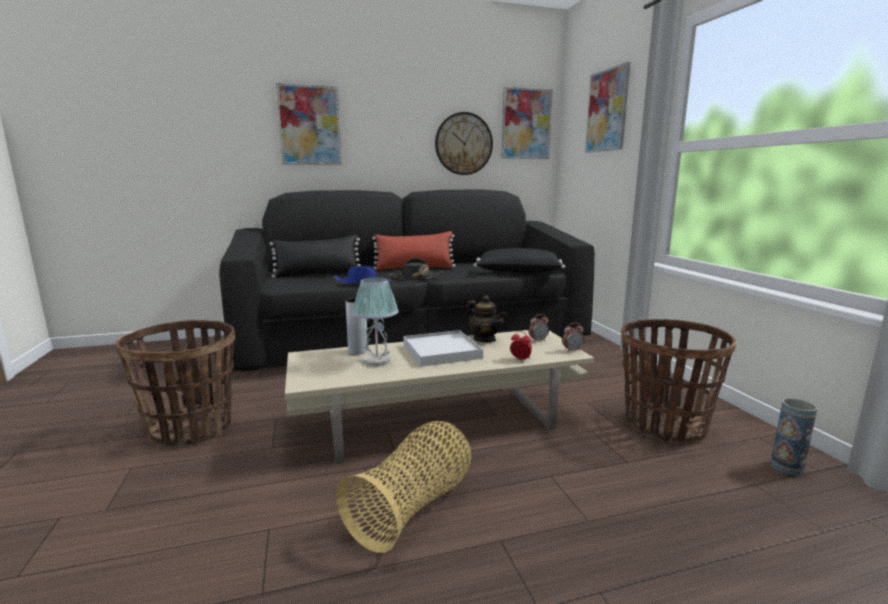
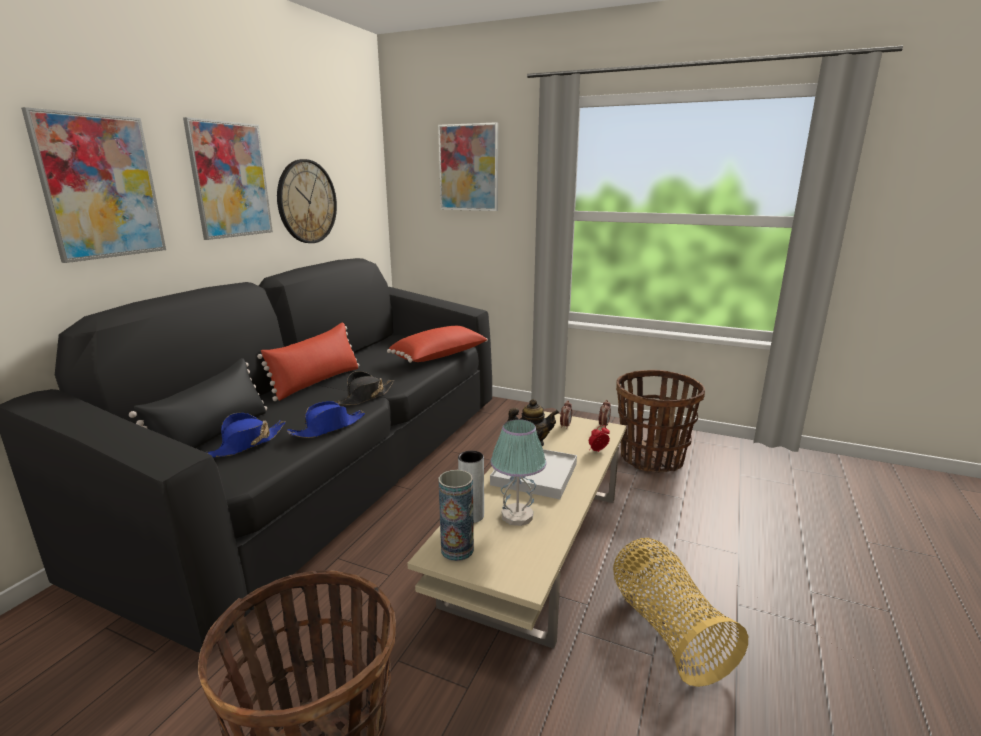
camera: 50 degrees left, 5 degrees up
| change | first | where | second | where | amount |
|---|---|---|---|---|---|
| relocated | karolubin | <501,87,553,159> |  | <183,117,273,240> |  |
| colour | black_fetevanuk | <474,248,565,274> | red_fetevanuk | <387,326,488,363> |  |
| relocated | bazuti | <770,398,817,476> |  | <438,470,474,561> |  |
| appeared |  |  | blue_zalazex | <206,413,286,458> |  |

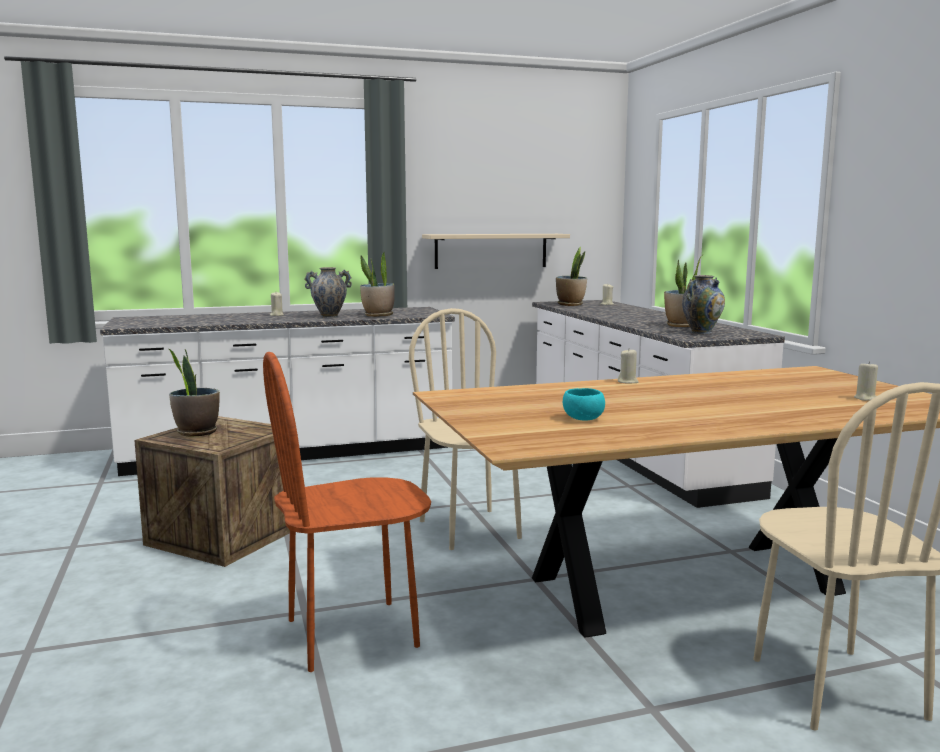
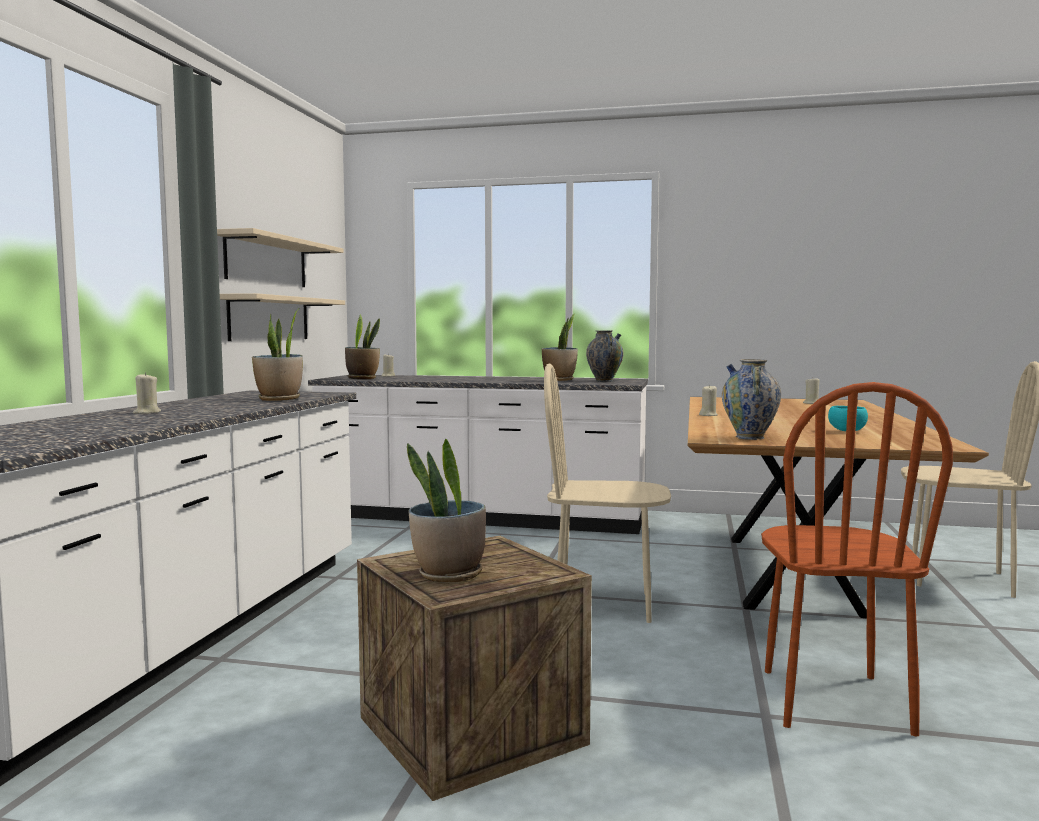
camera: 60 degrees left, 5 degrees down
| change | first | where | second | where | amount |
|---|---|---|---|---|---|
| relocated | bazuti | <304,267,352,318> |  | <722,359,781,440> |  |
| appeared |  |  | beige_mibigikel | <217,228,343,287> |  |

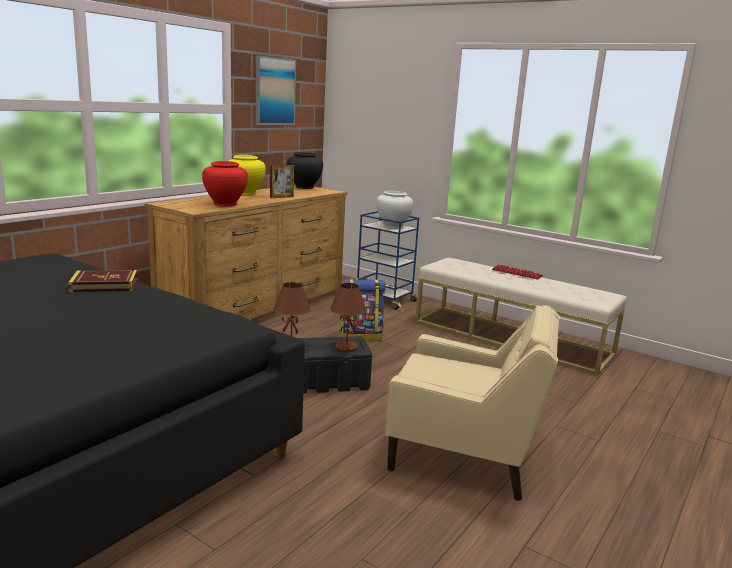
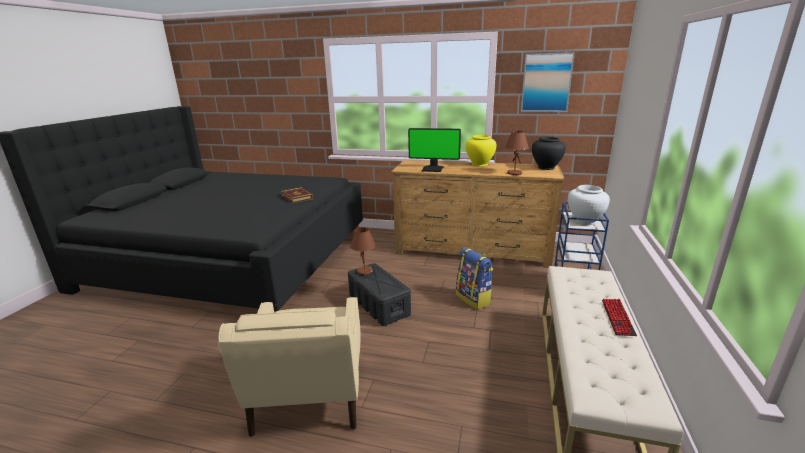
camera: 70 degrees right, 5 degrees up
| change | first | where | second | where | amount |
|---|---|---|---|---|---|
| exchanged | red_bazuti | <202,161,248,207> | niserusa | <408,128,461,172> |  |
| missing | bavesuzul | <270,165,294,198> |  |  |  |
| relocated | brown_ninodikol | <330,283,367,352> |  | <505,131,529,175> |  |

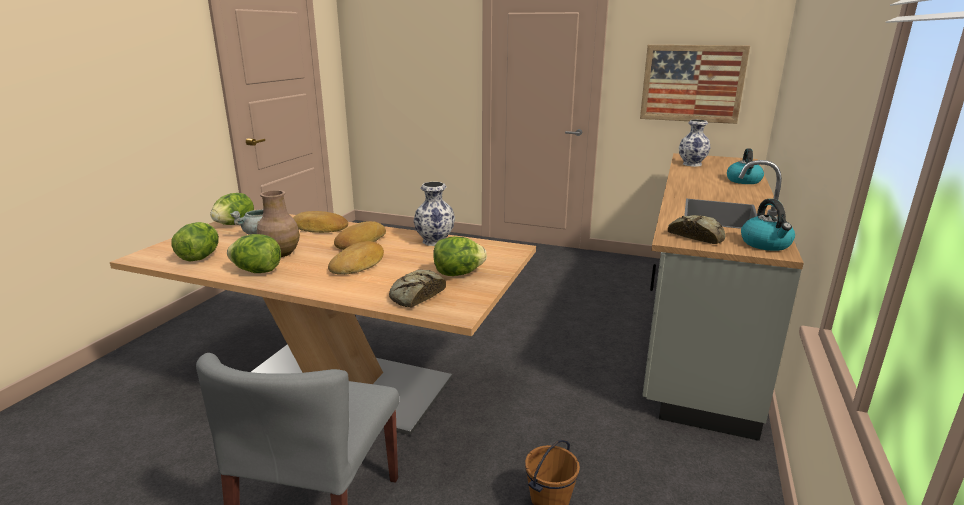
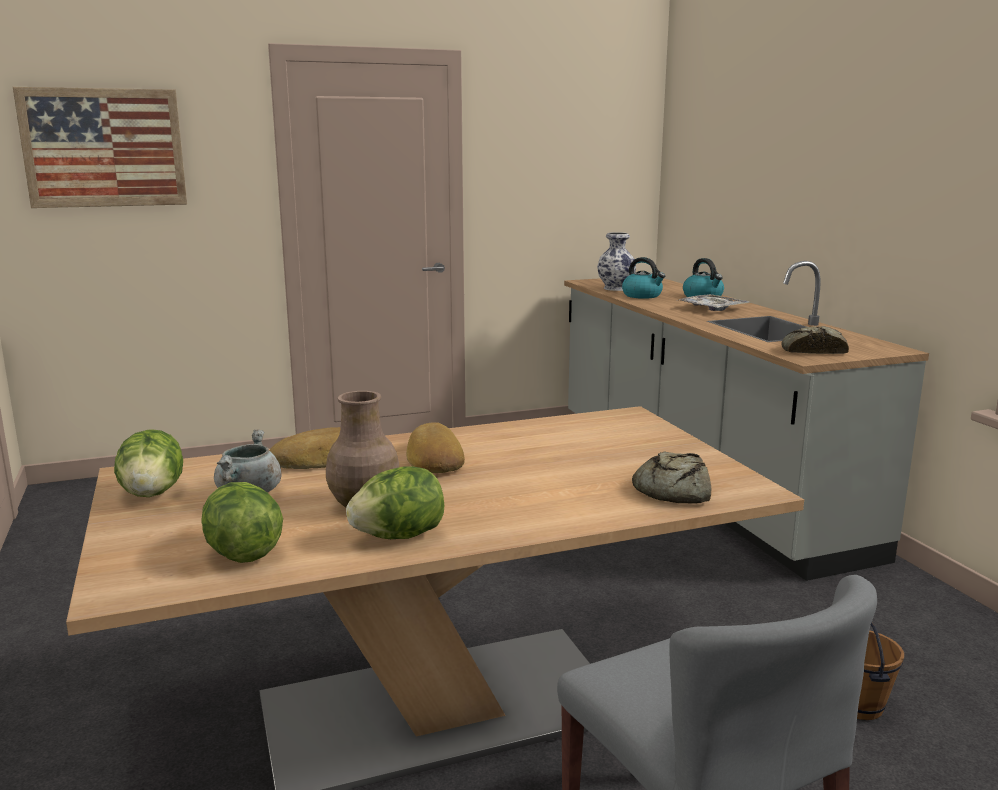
camera: 40 degrees left, 5 degrees down
| change | first | where | second | where | amount |
|---|---|---|---|---|---|
| relocated | karolubin | <640,45,750,124> |  | <13,87,187,208> |  |
| missing | bazuti | <414,182,455,246> |  |  |  |
| relocated | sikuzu | <741,199,795,251> |  | <622,257,665,299> |  |
| missing | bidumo | <433,236,487,276> |  |  |  |
| missing | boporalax | <328,241,384,275> |  |  |  |
| appeared |  |  | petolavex | <679,294,750,311> |  |

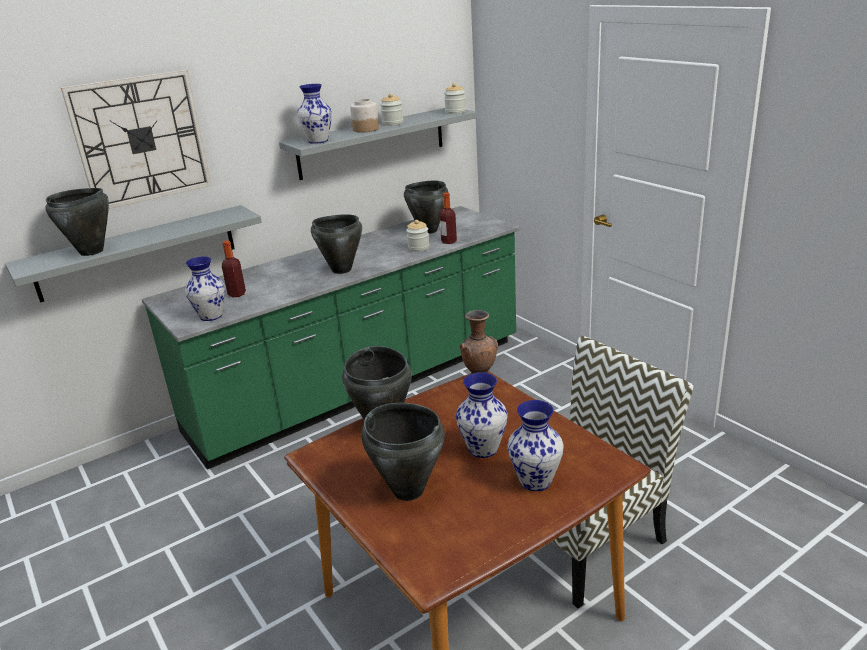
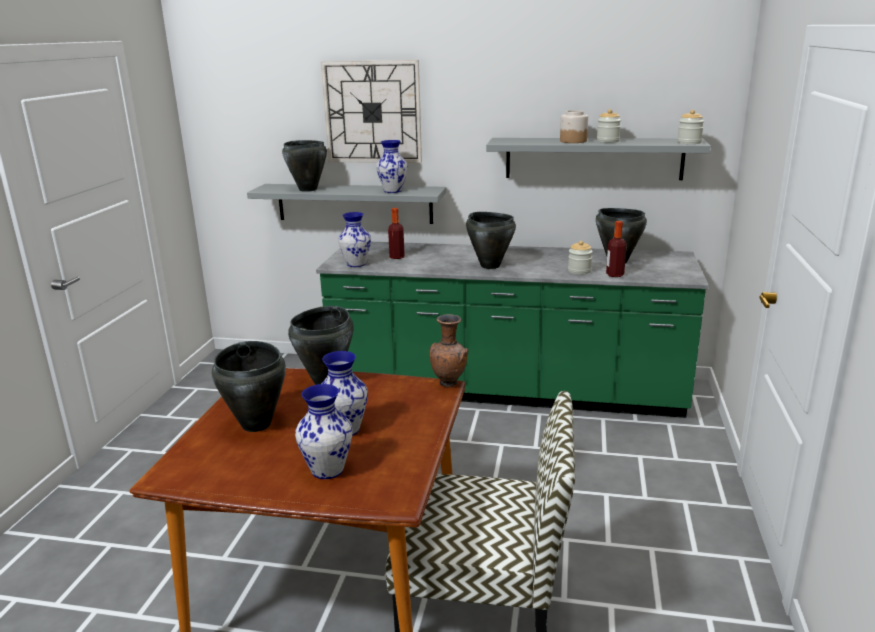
camera: 45 degrees right, 5 degrees down
| change | first | where | second | where | amount |
|---|---|---|---|---|---|
| relocated | bazuti | <297,84,332,144> |  | <376,140,407,193> |  |

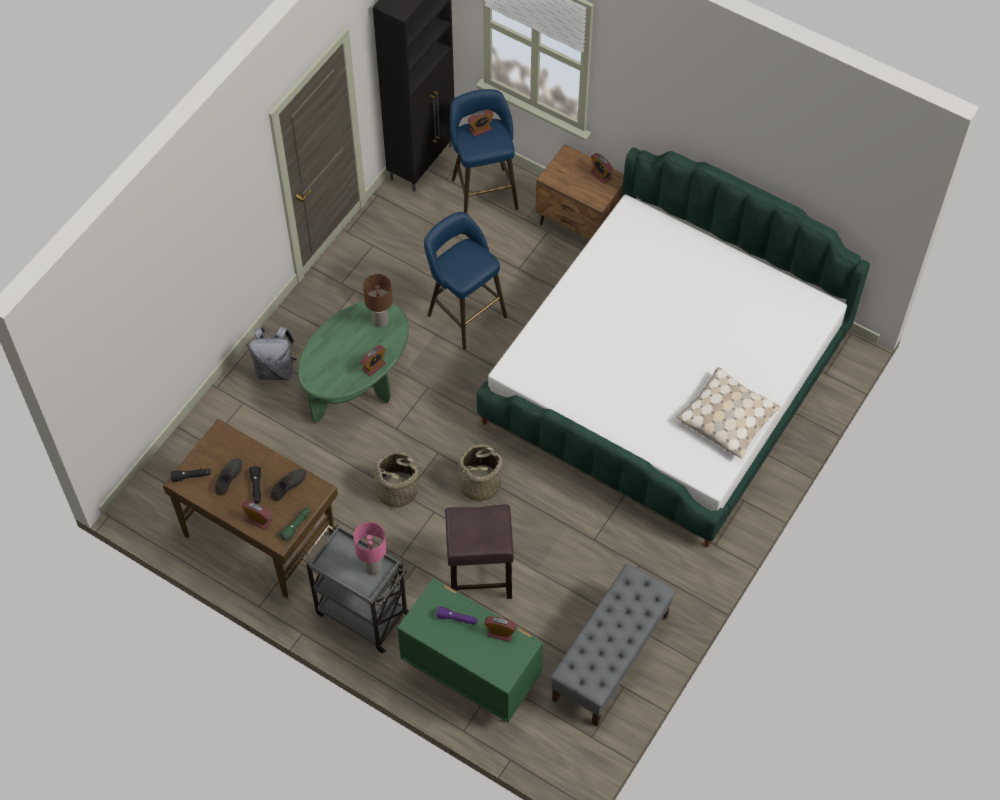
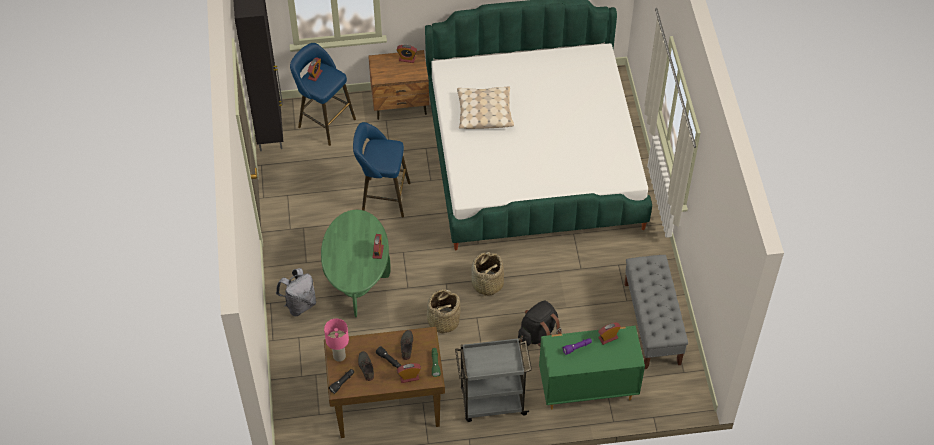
camera: 40 degrees left, 5 degrees down
| change | first | where | second | where | amount |
|---|---|---|---|---|---|
| missing | brown_ninodikol | <363,274,393,328> |  |  |  |
| relocated | beige_fetevanuk | <676,367,780,458> |  | <457,86,514,129> |  |
| exchanged | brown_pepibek | <445,504,514,599> | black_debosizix | <518,301,562,346> |  |
| relocated | pink_ninodikol | <353,522,386,575> |  | <324,319,349,362> |  |

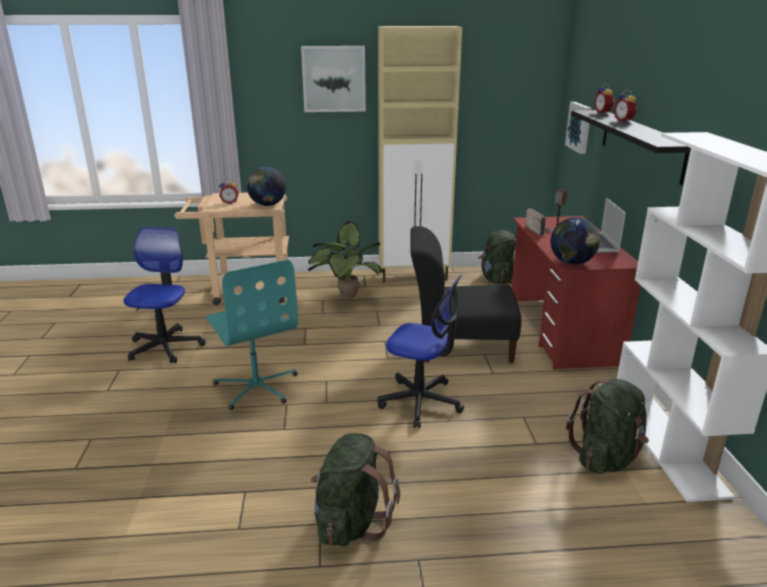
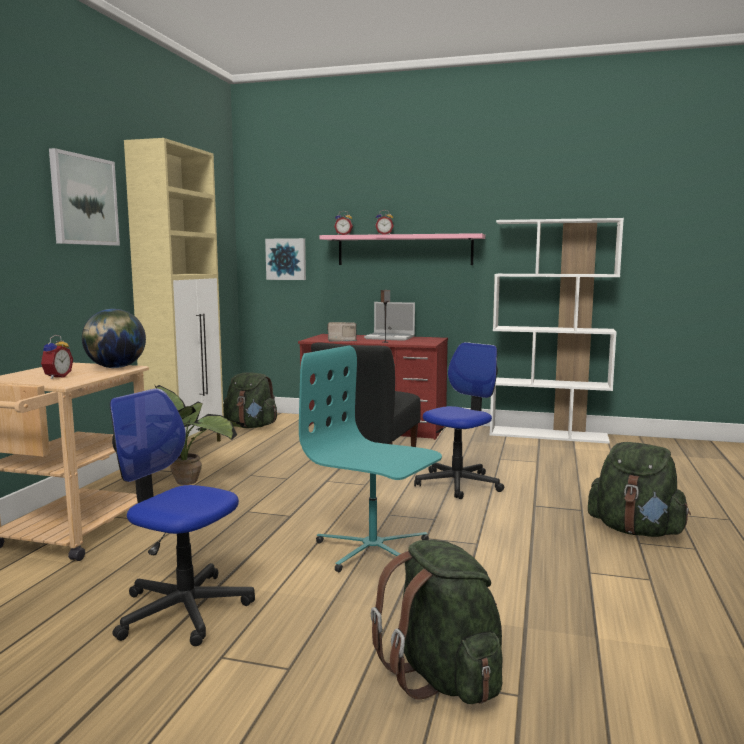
camera: 70 degrees left, 15 degrees down
| change | first | where | second | where | amount |
|---|---|---|---|---|---|
| colour | black_mibigikel | <571,110,691,185> | pink_mibigikel | <319,233,485,265> |  |
| missing | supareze | <550,217,600,265> |  |  |  |
| spun | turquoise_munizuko | <206,260,298,410> |  | <299,346,442,572> | 135 degrees counterclockwise |
| relocated | green_debosizix | <566,379,649,474> |  | <371,539,503,704> |  |

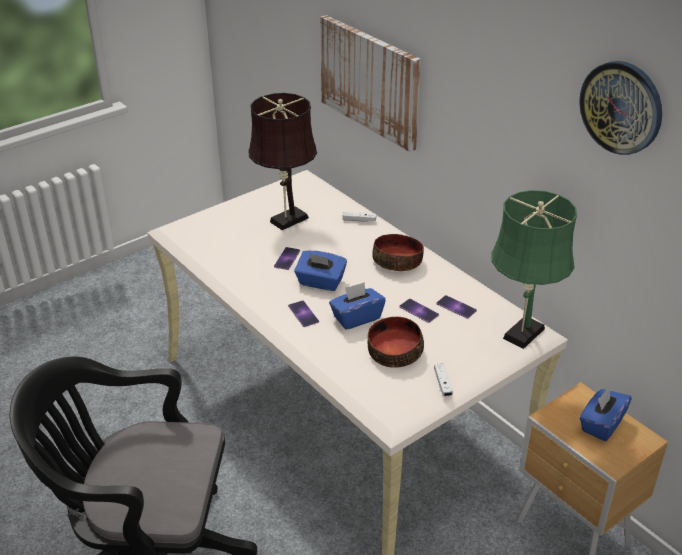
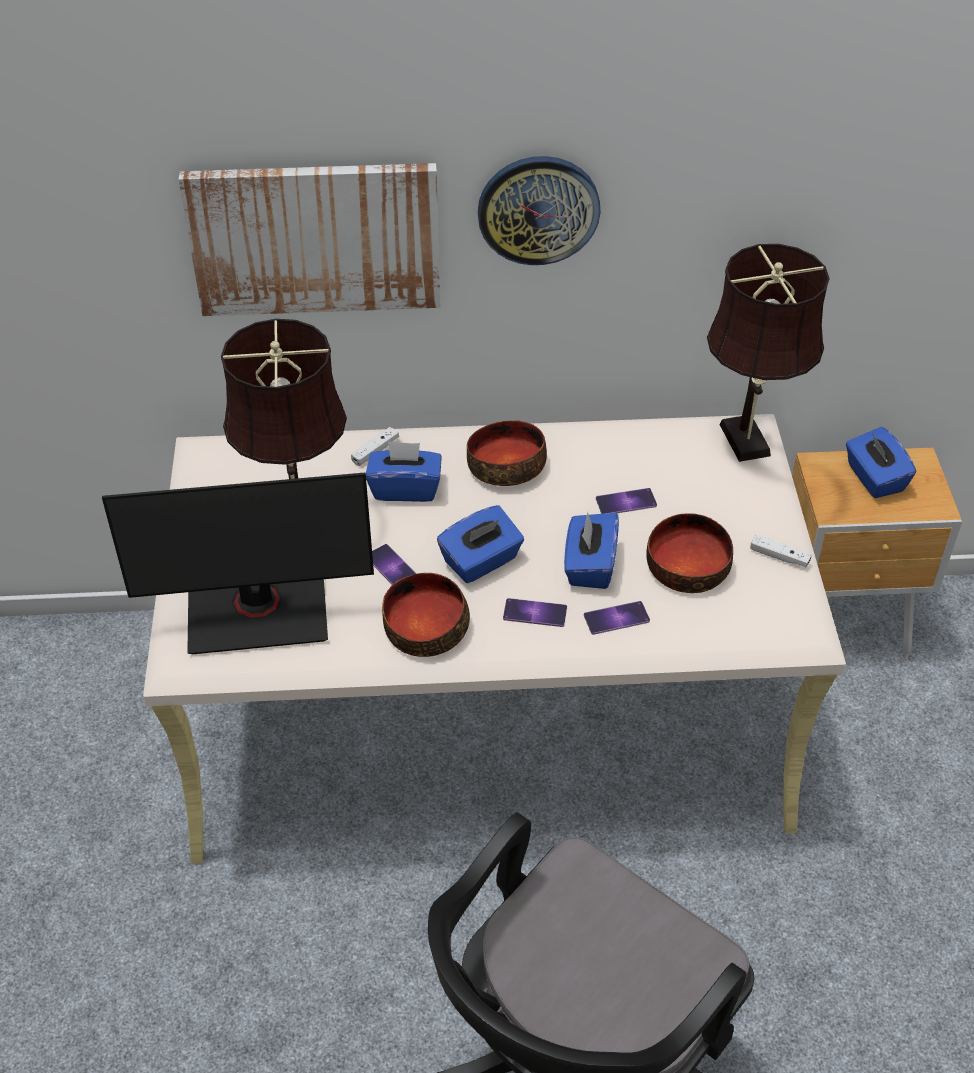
camera: 55 degrees left, 10 degrees up
| change | first | where | second | where | amount |
|---|---|---|---|---|---|
| relocated | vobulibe | <579,61,662,155> |  | <478,156,601,265> |  |
| colour | green_ninodikol | <492,190,577,349> | brown_ninodikol | <707,244,830,462> |  |
| relocated | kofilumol | <437,295,477,319> |  | <584,601,650,635> |  |
| appeared |  |  | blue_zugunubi | <366,441,442,502> |  |
| appeared |  |  | niserusa | <102,472,374,654> |  |
| appeared |  |  | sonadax | <382,573,470,657> |  |

